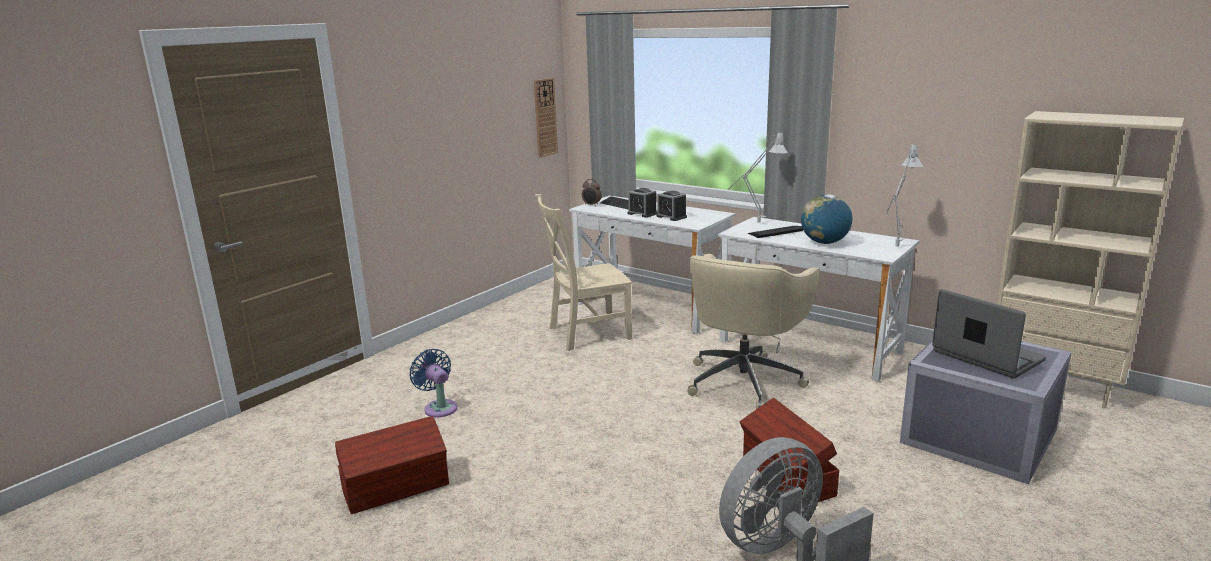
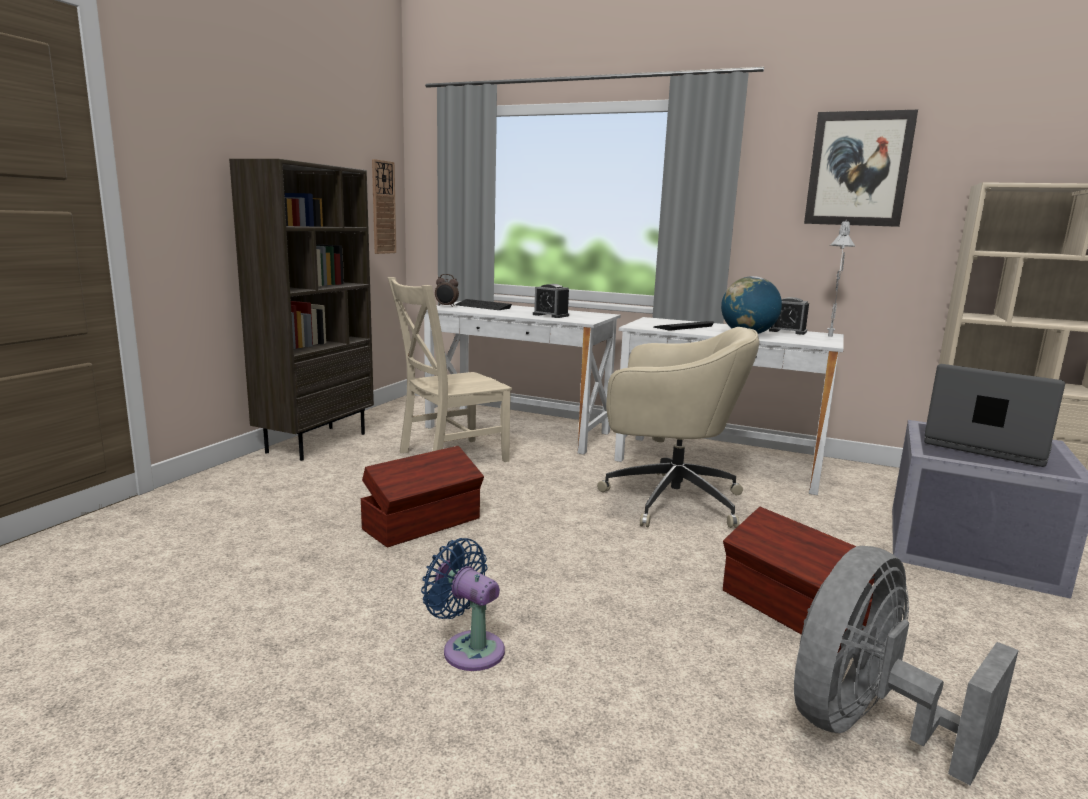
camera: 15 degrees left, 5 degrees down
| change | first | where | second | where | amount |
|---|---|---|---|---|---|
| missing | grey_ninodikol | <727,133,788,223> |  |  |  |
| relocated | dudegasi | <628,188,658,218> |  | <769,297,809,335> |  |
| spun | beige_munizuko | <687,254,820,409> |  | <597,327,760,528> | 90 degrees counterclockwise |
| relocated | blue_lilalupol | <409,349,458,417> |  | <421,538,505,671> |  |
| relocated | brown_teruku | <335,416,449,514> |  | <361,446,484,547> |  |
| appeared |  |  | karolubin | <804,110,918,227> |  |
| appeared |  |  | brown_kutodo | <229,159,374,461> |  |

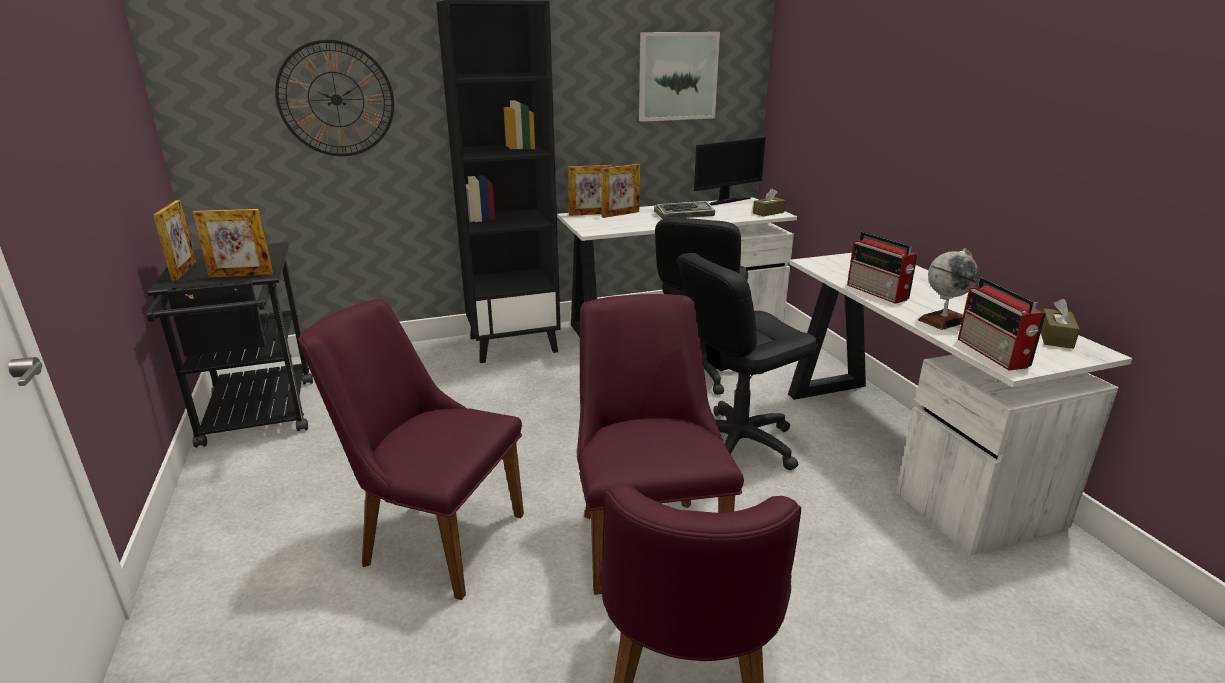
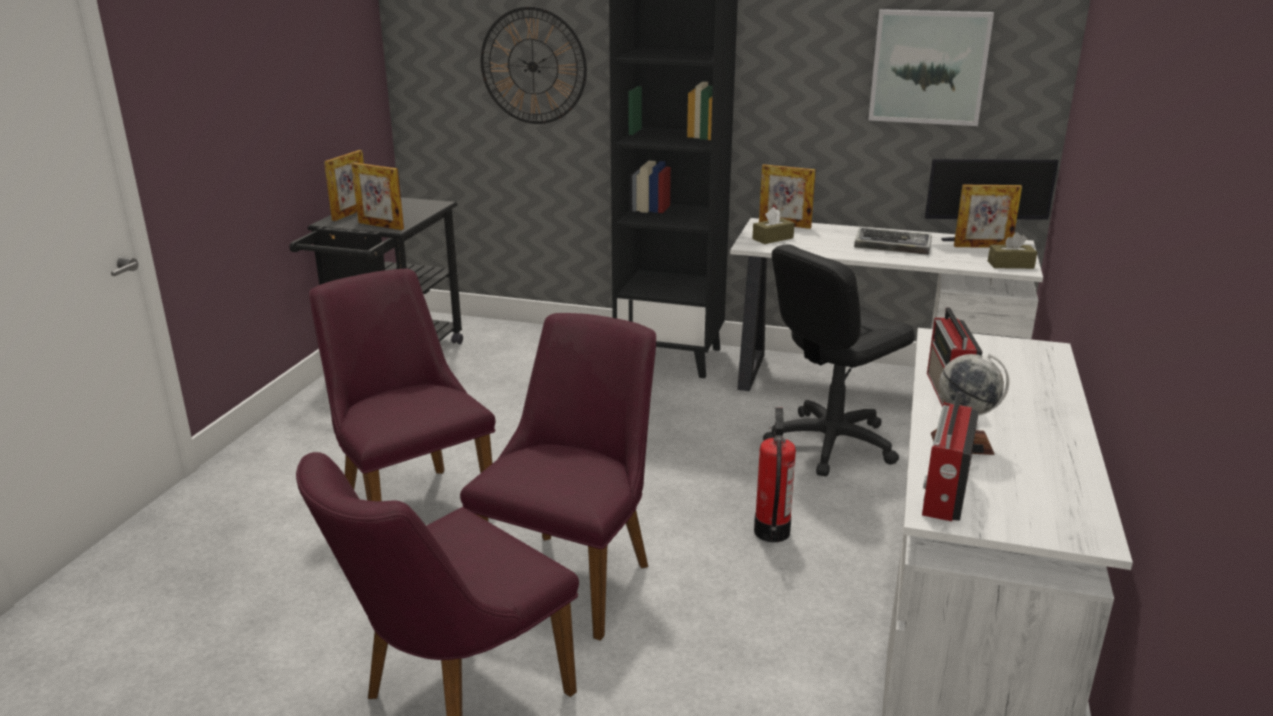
camera: 35 degrees right, 0 degrees up
| change | first | where | second | where | amount |
|---|---|---|---|---|---|
| relocated | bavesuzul | <601,164,640,218> |  | <954,185,1022,248> |  |
| exchanged | black_munizuko | <677,253,818,470> | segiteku | <754,407,796,542> |  |
| relocated | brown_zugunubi | <1041,299,1080,349> |  | <752,207,795,244> |  |

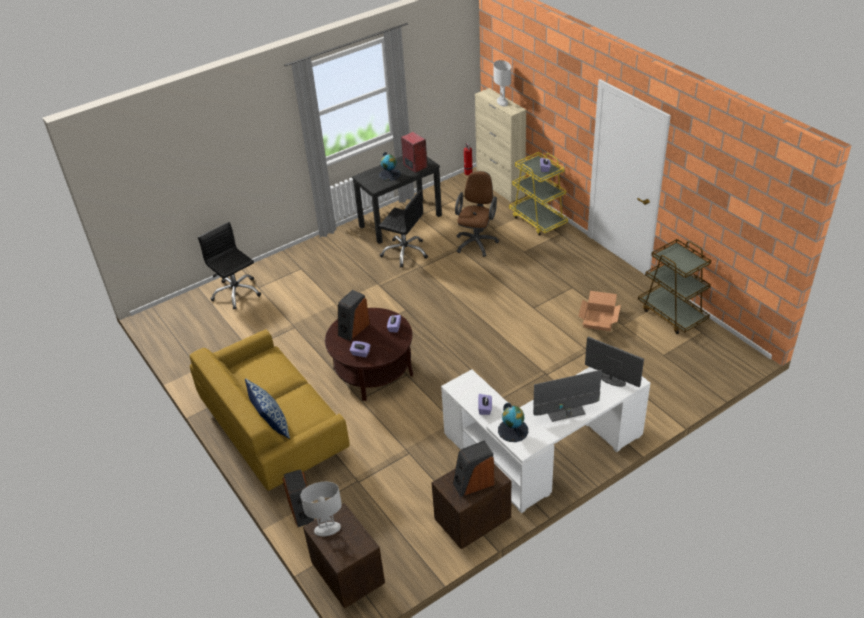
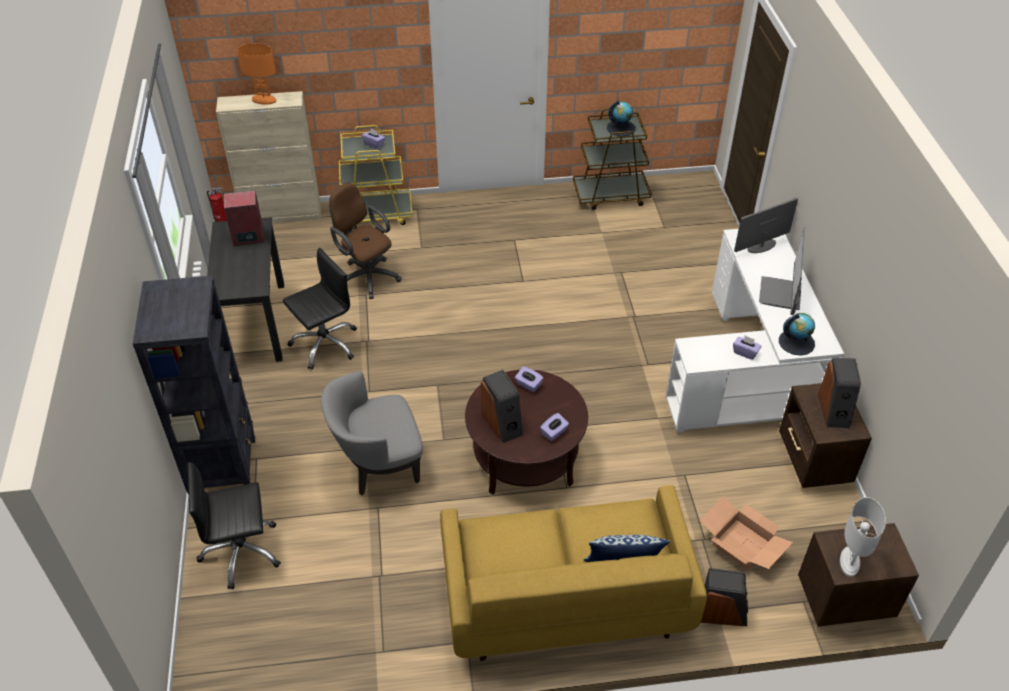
camera: 65 degrees left, 5 degrees up
| change | first | where | second | where | amount |
|---|---|---|---|---|---|
| colour | white_ninodikol | <493,60,511,106> | orange_ninodikol | <237,43,276,105> |  |
| relocated | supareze | <379,152,401,181> |  | <607,101,636,136> |  |
| relocated | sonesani | <579,291,621,331> |  | <700,496,793,570> |  |
| appeared |  |  | black_kutodo | <133,276,255,495> |  |
| appeared |  |  | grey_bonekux | <321,371,423,496> |  |

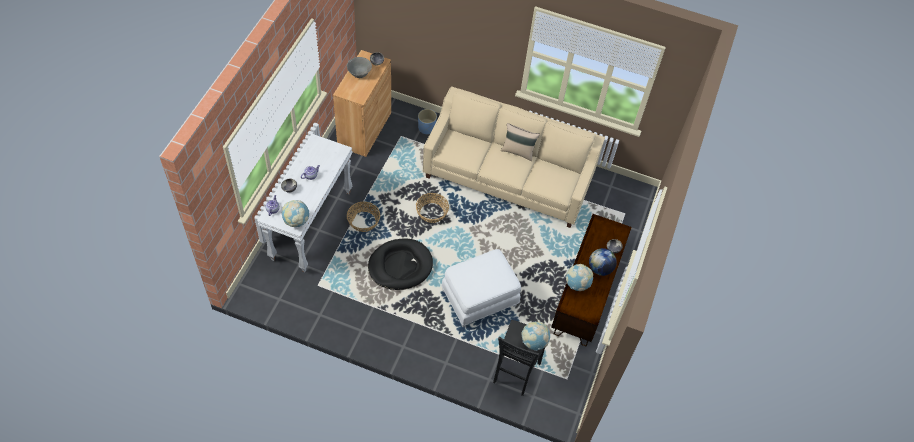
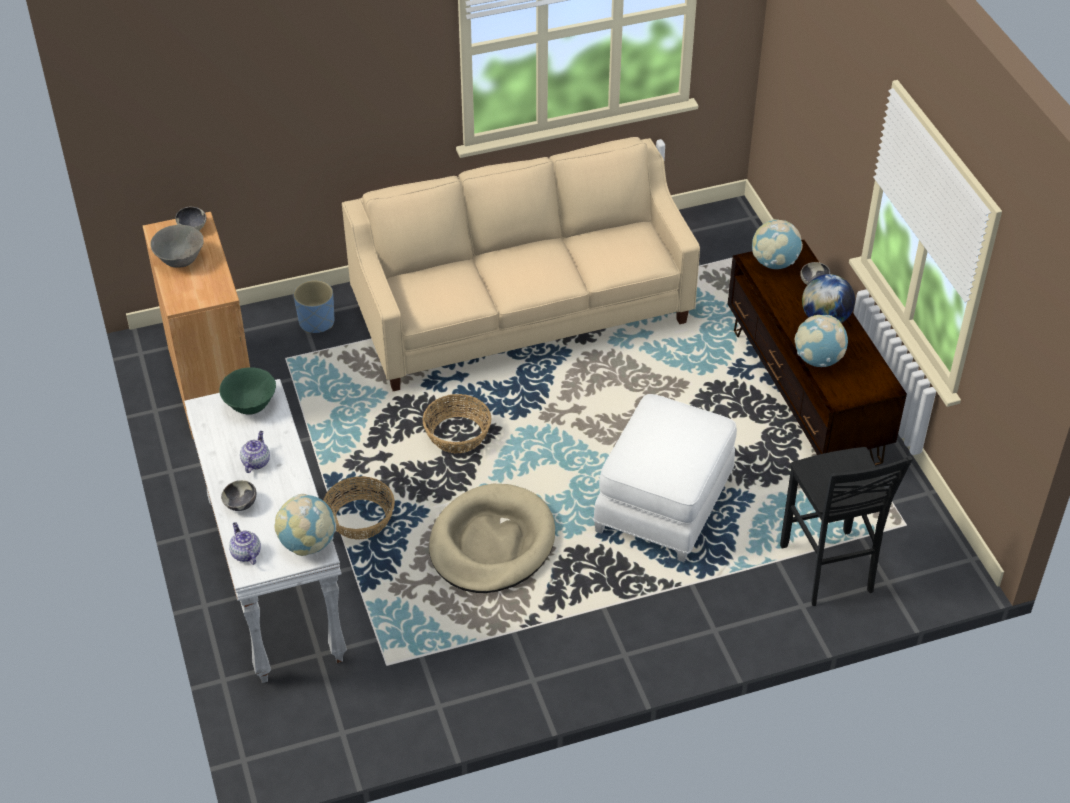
camera: 35 degrees left, 10 degrees down
| change | first | where | second | where | amount |
|---|---|---|---|---|---|
| missing | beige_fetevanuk | <501,123,540,161> |  |  |  |
| colour | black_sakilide | <368,239,433,290> | beige_sakilide | <429,484,555,593> |  |
| relocated | supareze | <522,322,550,351> |  | <752,219,803,269> |  |
| appeared |  |  | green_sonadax | <219,367,276,415> |  |

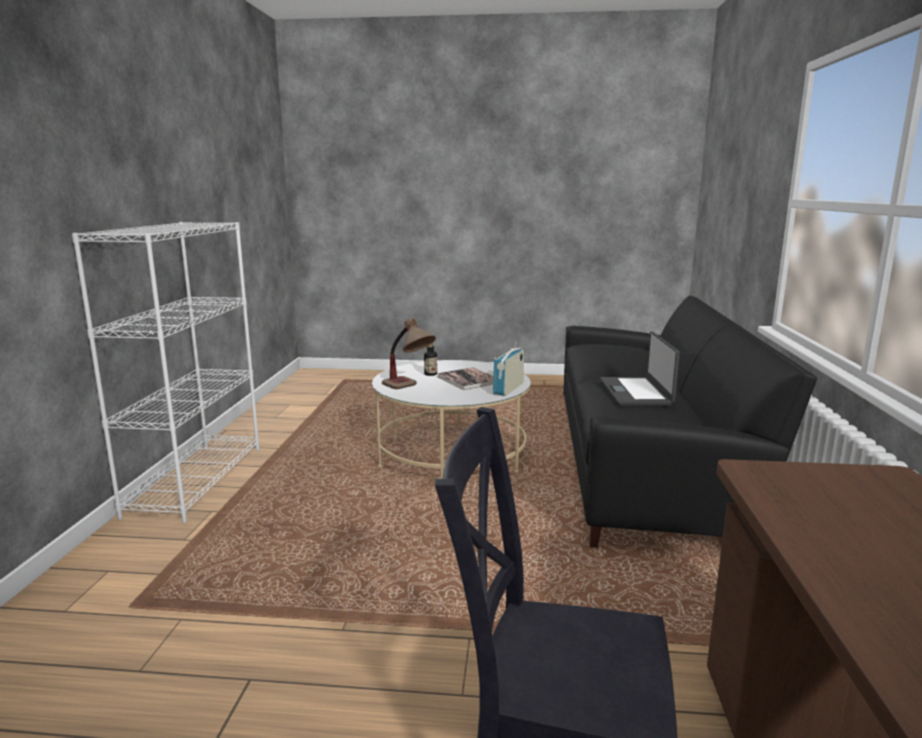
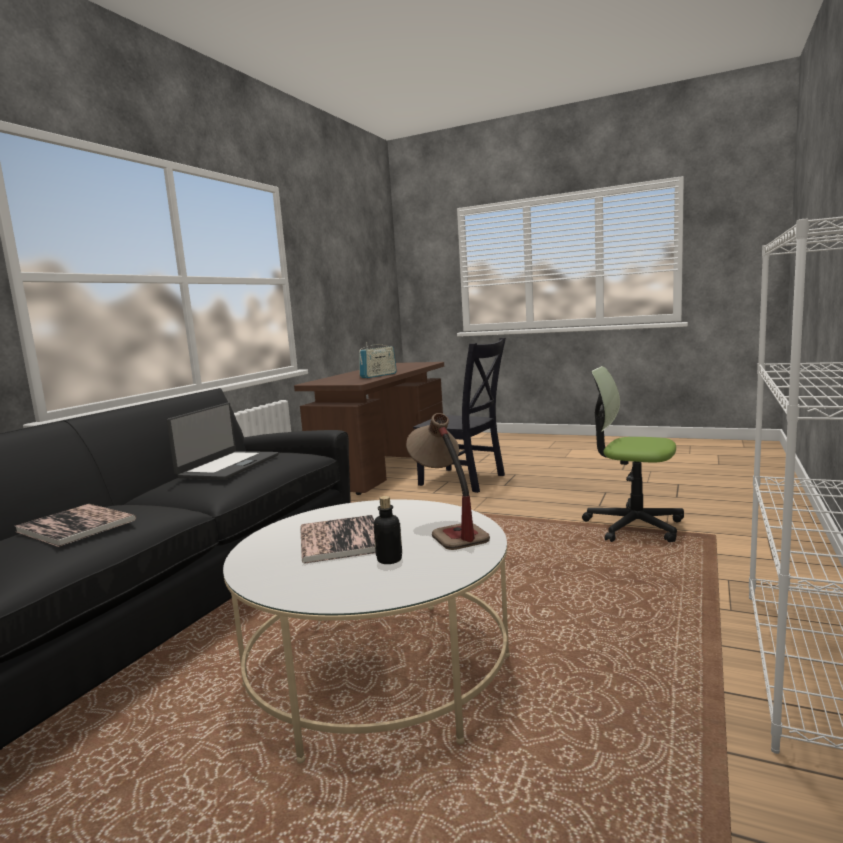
camera: 160 degrees left, 5 degrees down
| change | first | where | second | where | amount |
|---|---|---|---|---|---|
| relocated | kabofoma | <493,342,524,396> |  | <359,342,397,378> |  |
| appeared |  |  | munizuko | <582,366,684,542> |  |
| appeared |  |  | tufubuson | <15,504,136,547> |  |

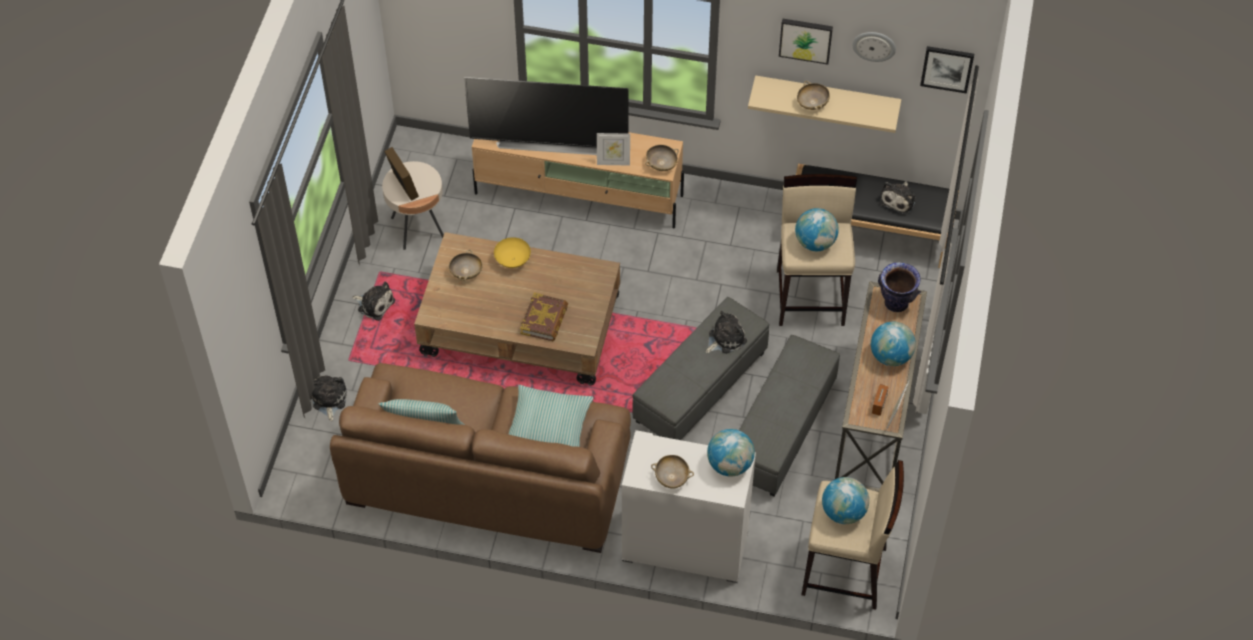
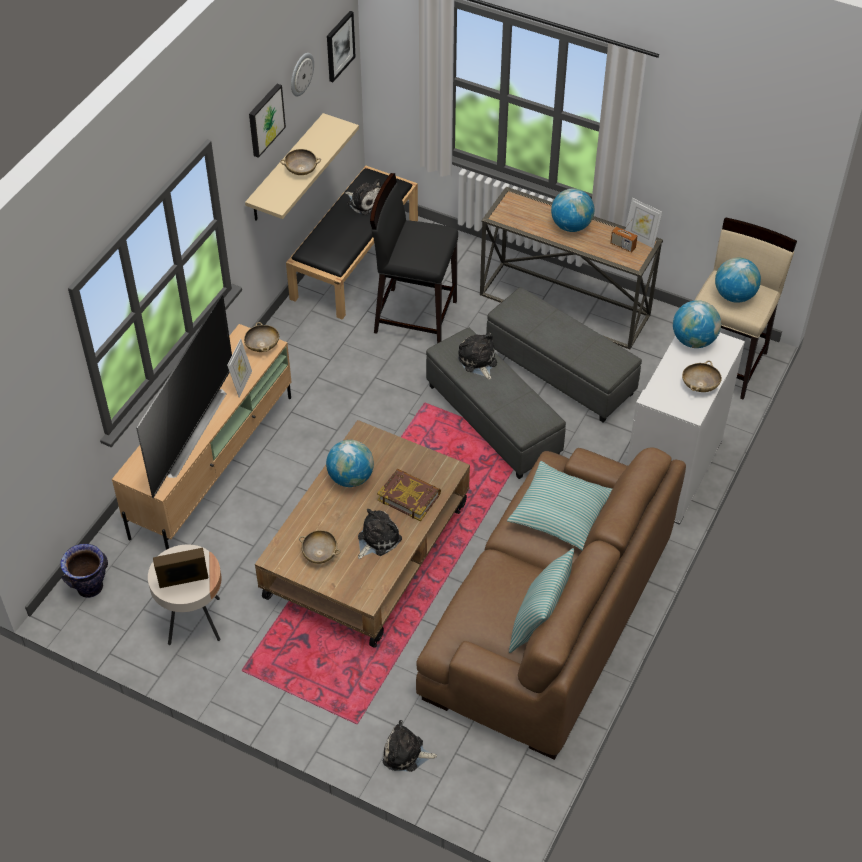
camera: 75 degrees left, 5 degrees down
| change | first | where | second | where | amount |
|---|---|---|---|---|---|
| colour | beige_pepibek | <777,174,857,326> | black_pepibek | <370,173,458,343> |  |
| relocated | supareze | <795,208,839,251> |  | <326,440,374,487> |  |
| missing | yellow_sonadax | <494,237,531,268> |  |  |  |
| relocated | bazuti | <878,262,921,312> |  | <60,544,108,598> |  |
| relocated | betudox | <352,281,395,321> |  | <358,509,402,559> |  |

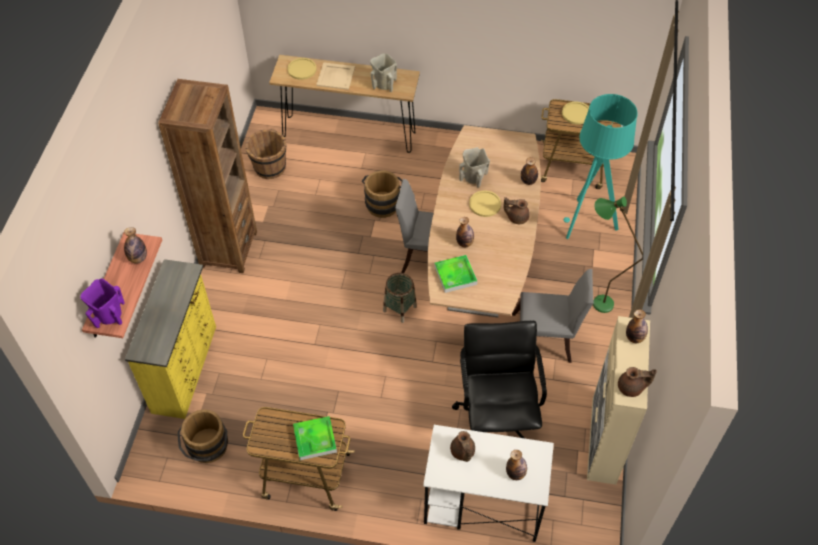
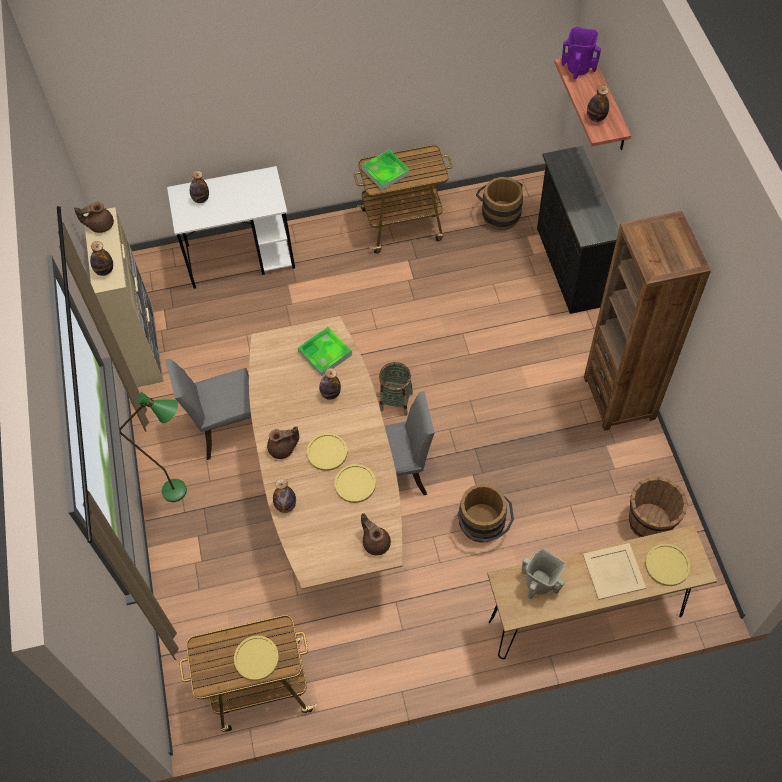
camera: 160 degrees right, 5 degrees up
| change | first | where | second | where | amount |
|---|---|---|---|---|---|
| missing | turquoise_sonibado | <564,94,638,239> |  |  |  |
| exchanged | beige_bazuti | <459,147,490,188> | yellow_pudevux | <335,464,376,503> |  |
| colour | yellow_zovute | <125,259,216,419> | black_zovute | <537,146,619,314> |  |
| missing | black_munizuko | <452,321,547,438> |  |  |  |
| relocated | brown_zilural | <450,431,475,462> |  | <361,513,391,556> |  |

